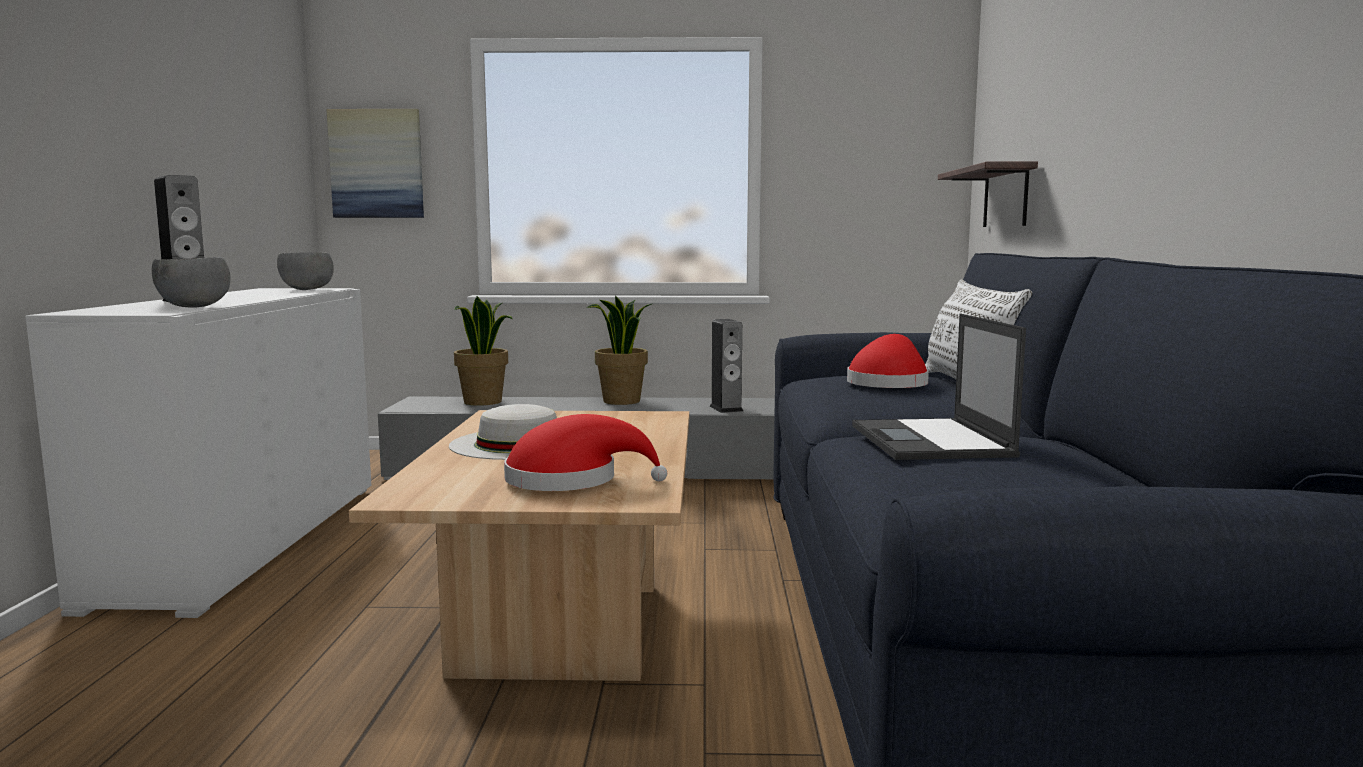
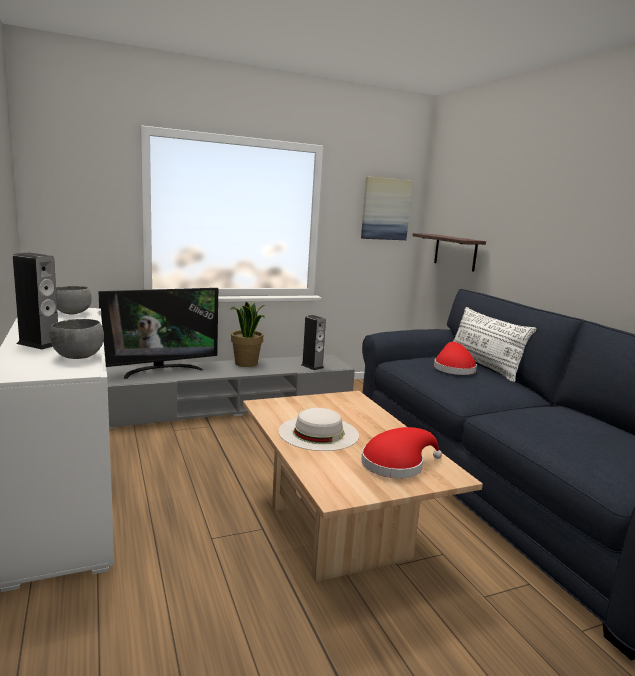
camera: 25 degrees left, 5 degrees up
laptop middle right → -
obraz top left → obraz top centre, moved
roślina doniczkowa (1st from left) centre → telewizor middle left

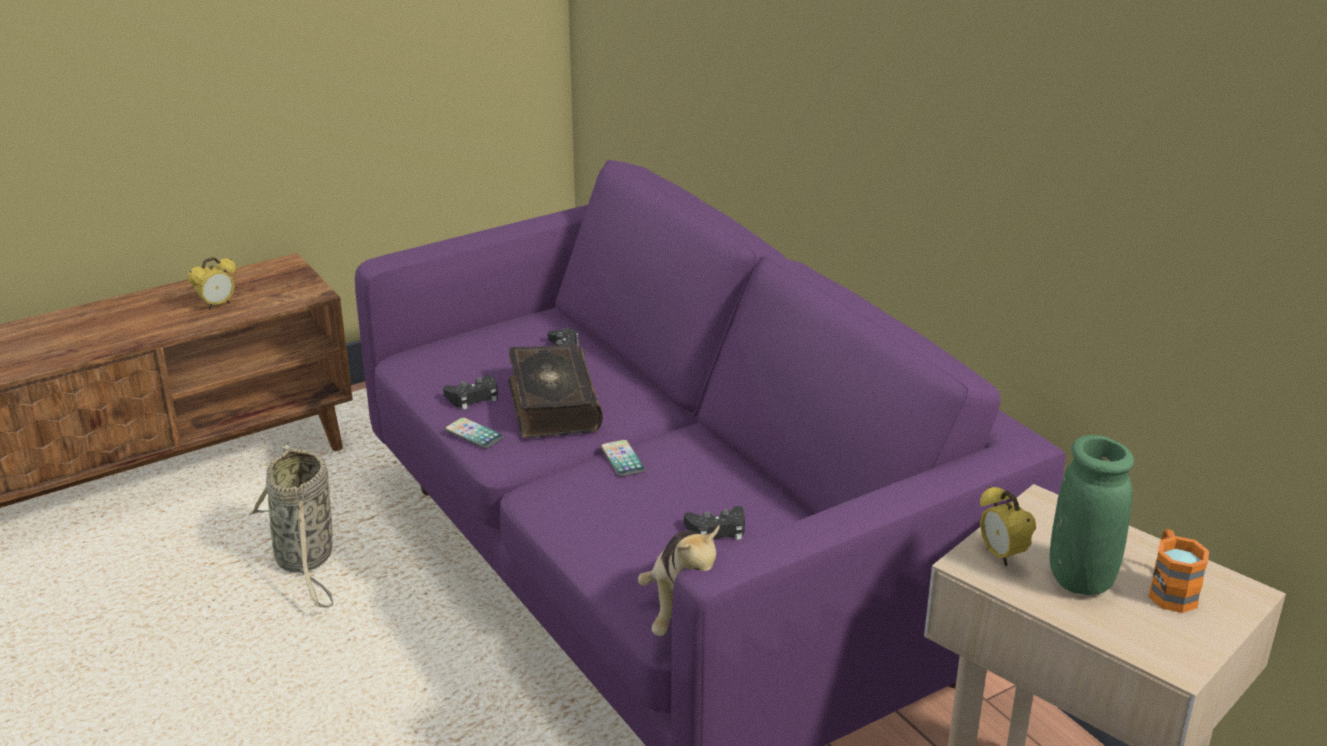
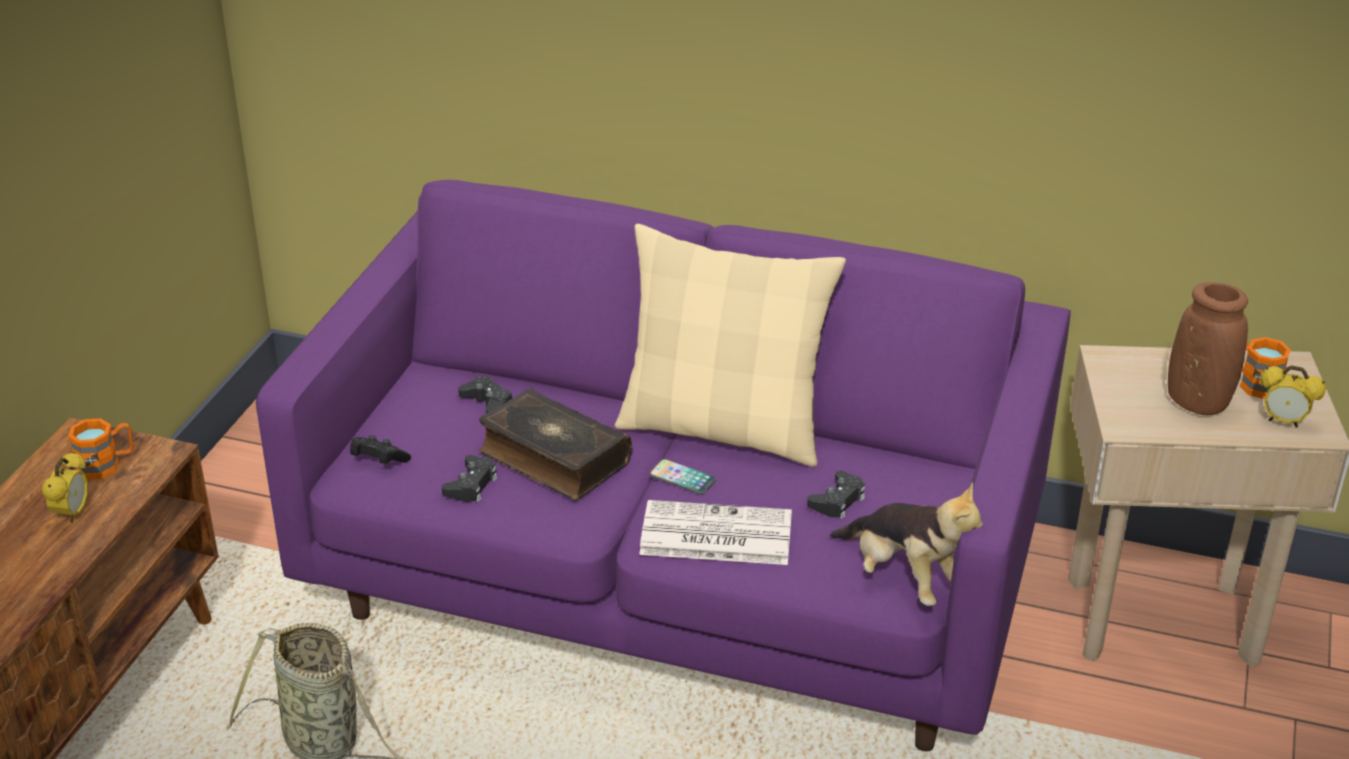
camera: 40 degrees left, 5 degrees up
telefon (1st from left) centre → -
- → kubek (pomarańczowy) (1st from left) middle left
- → pad do gier (czarny) (1st from left) middle left
- → poduszka (beżowy) centre
- → gazeta bottom centre
budzik (2nd from left) bottom right → budzik (2nd from left) middle right, moved
wazon (zielony) bottom right → wazon (brązowy) middle right

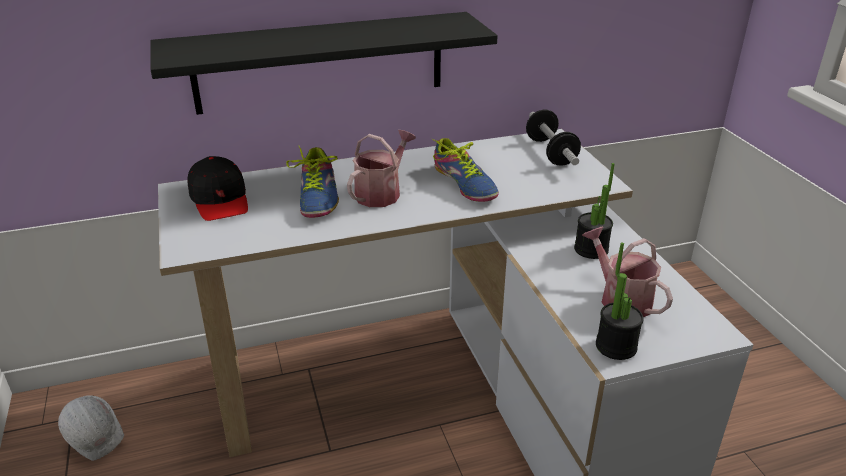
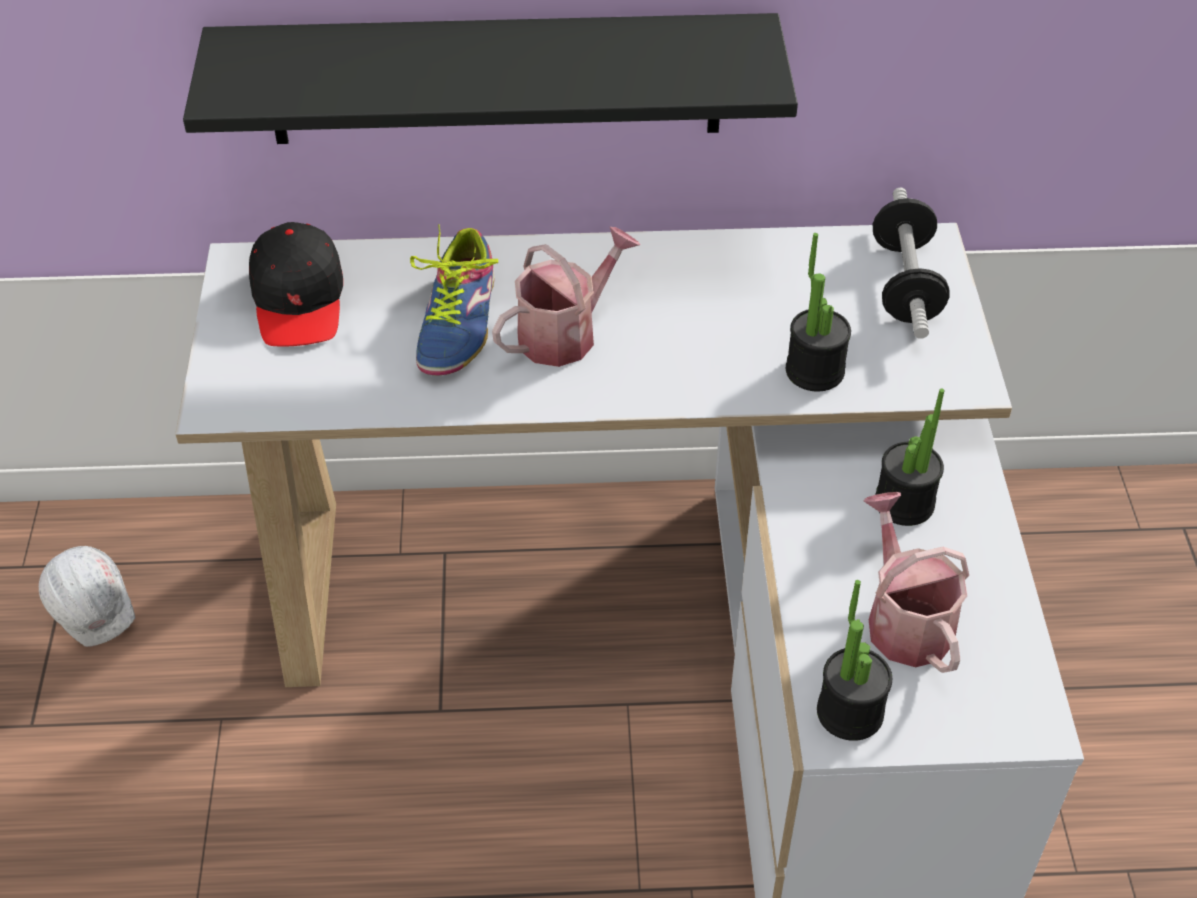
camera: 15 degrees right, 15 degrees up
but (2nd from left) centre → -
- → roślina doniczkowa (1st from left) middle right

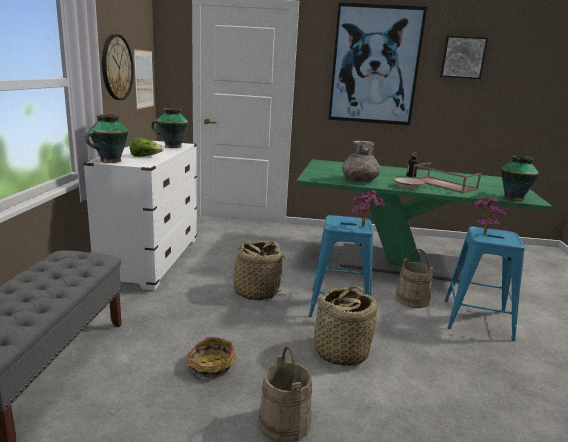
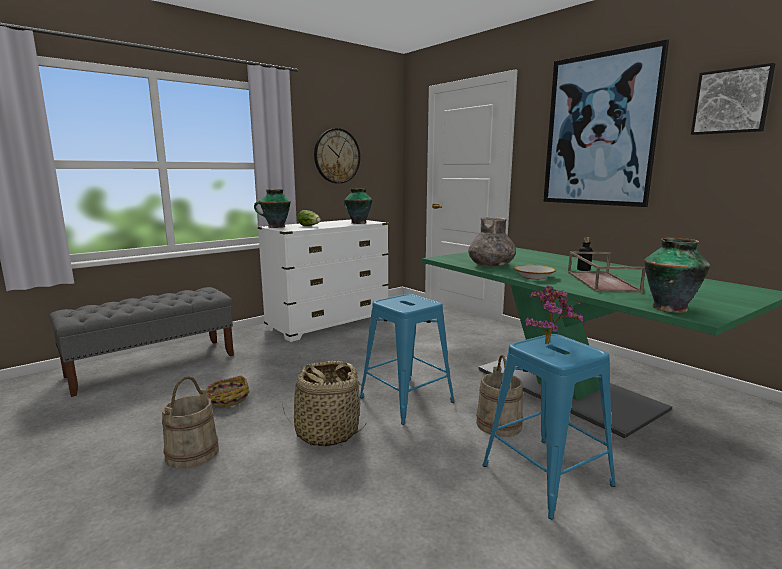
camera: 45 degrees right, 5 degrees down
obraz (1st from left) top left → -
koszyk (2nd from left) centre → -
roślina doniczkowa (1st from left) centre → -

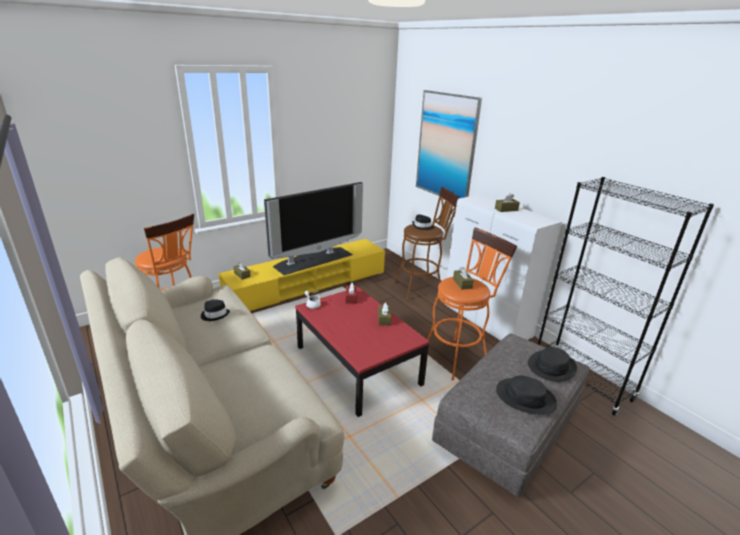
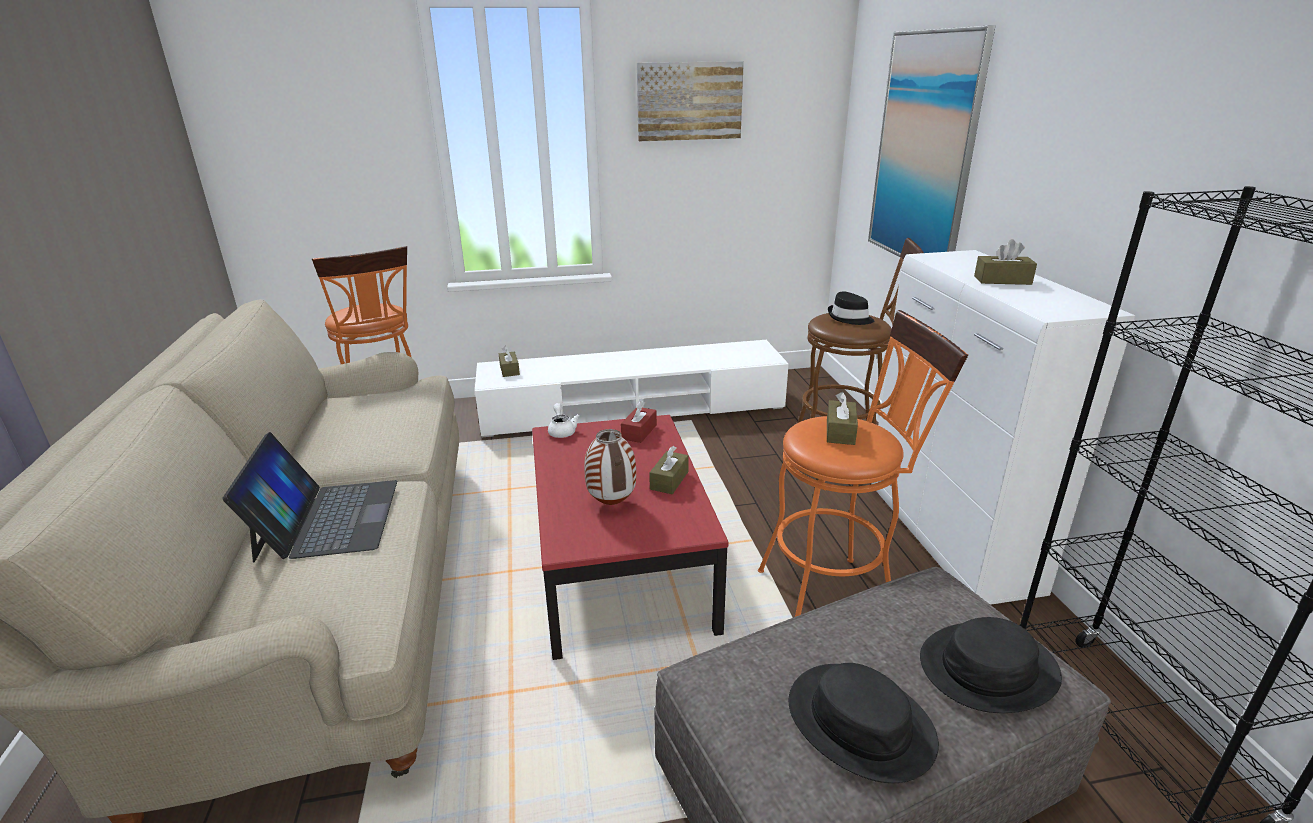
camera: 25 degrees right, 0 degrees up
kapelusz (czarny) (1st from left) middle left → -
telewizor centre → -
- → laptop middle left
- → wazon centre
- → obraz (1st from left) top centre
szafka pod telewizor (żółty) centre → szafka pod telewizor (biały) centre

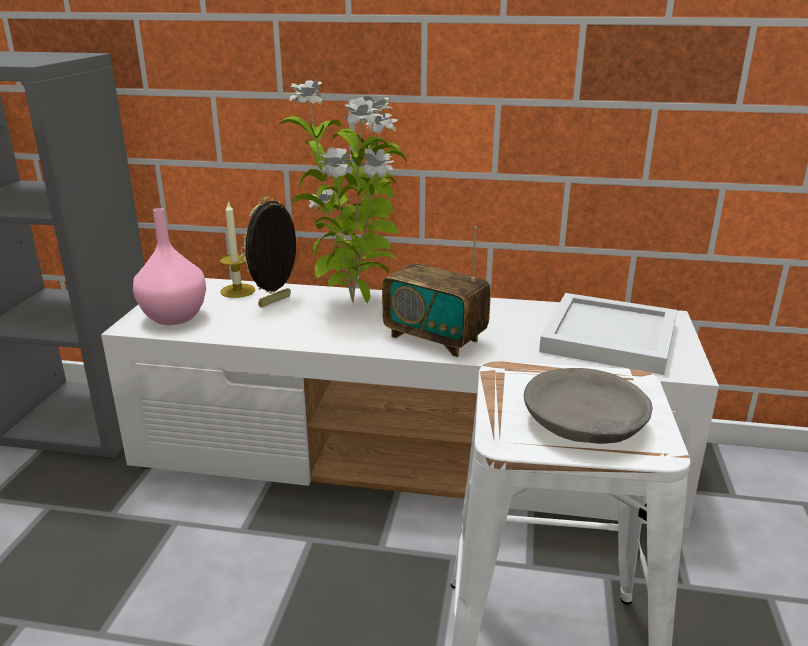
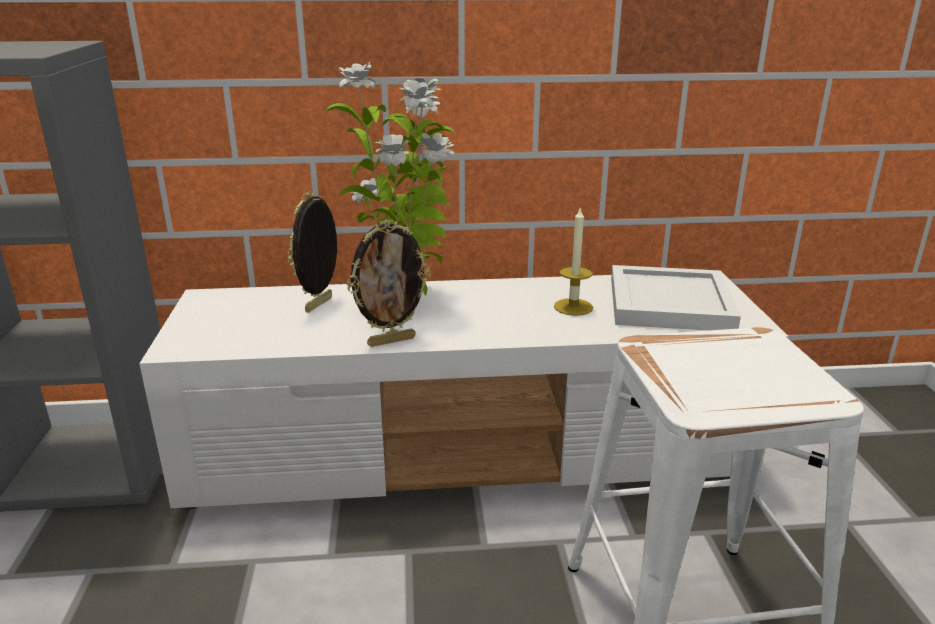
camera: 15 degrees left, 0 degrees up
wazon (różowy) middle left → -
radio centre → -
miska (szary) middle right → -
- → ramka na zdjęcie (2nd from left) centre
świeca middle left → świeca centre, moved

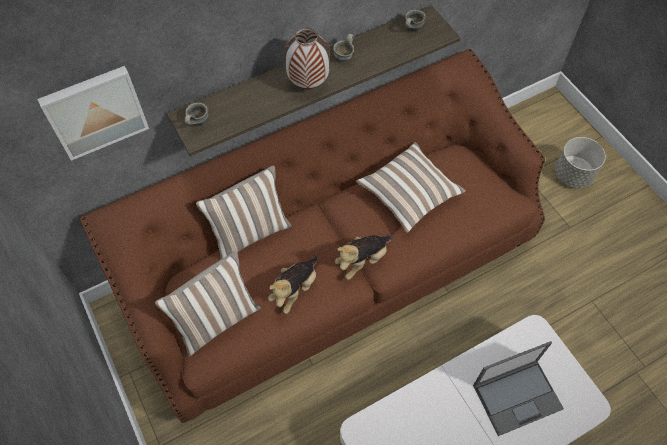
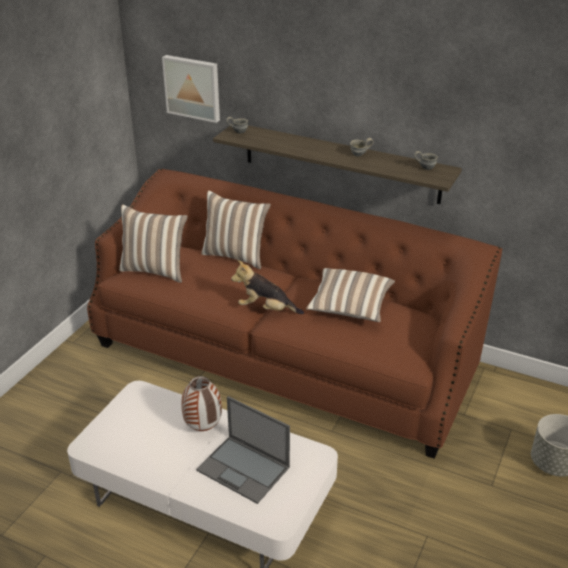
camera: 55 degrees right, 25 degrees down
pluszak (1st from left) centre → -
wazon top centre → wazon bottom centre, moved

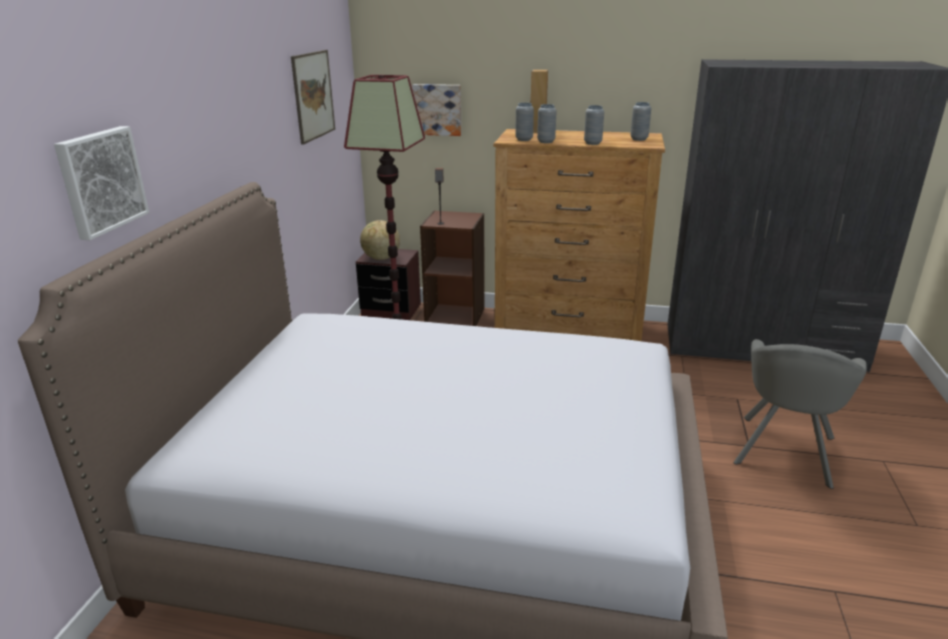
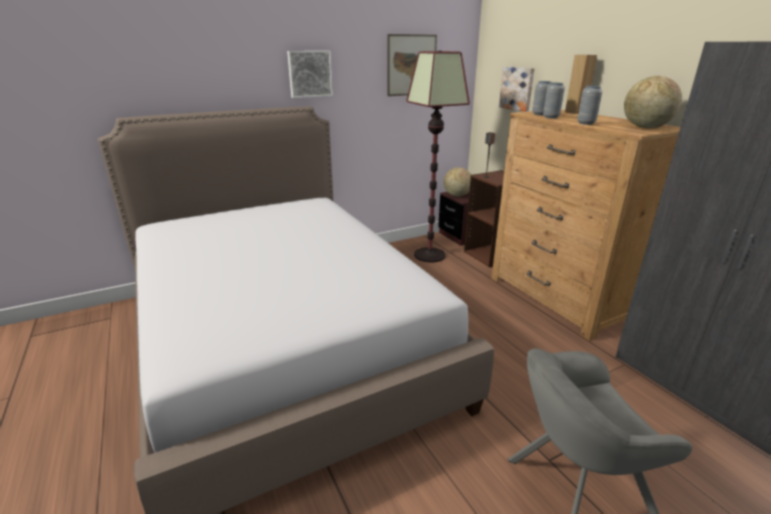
camera: 50 degrees right, 0 degrees up
obraz (1st from left) top left → obraz (1st from left) top centre, moved
wazon (szary) (4th from left) top right → globus (2nd from left) top right

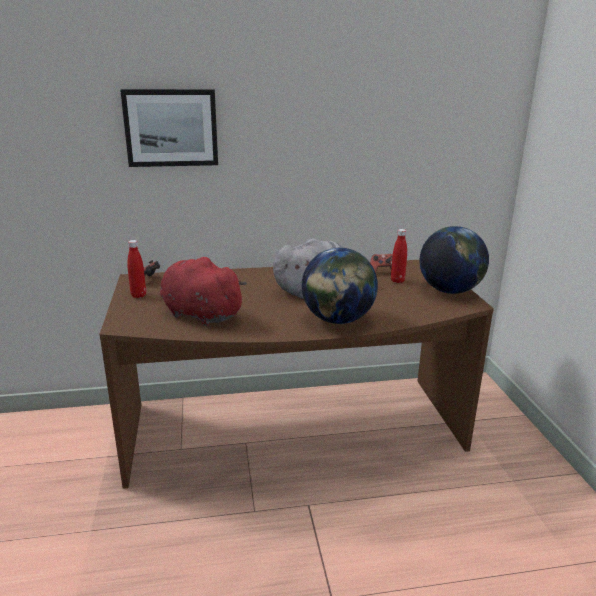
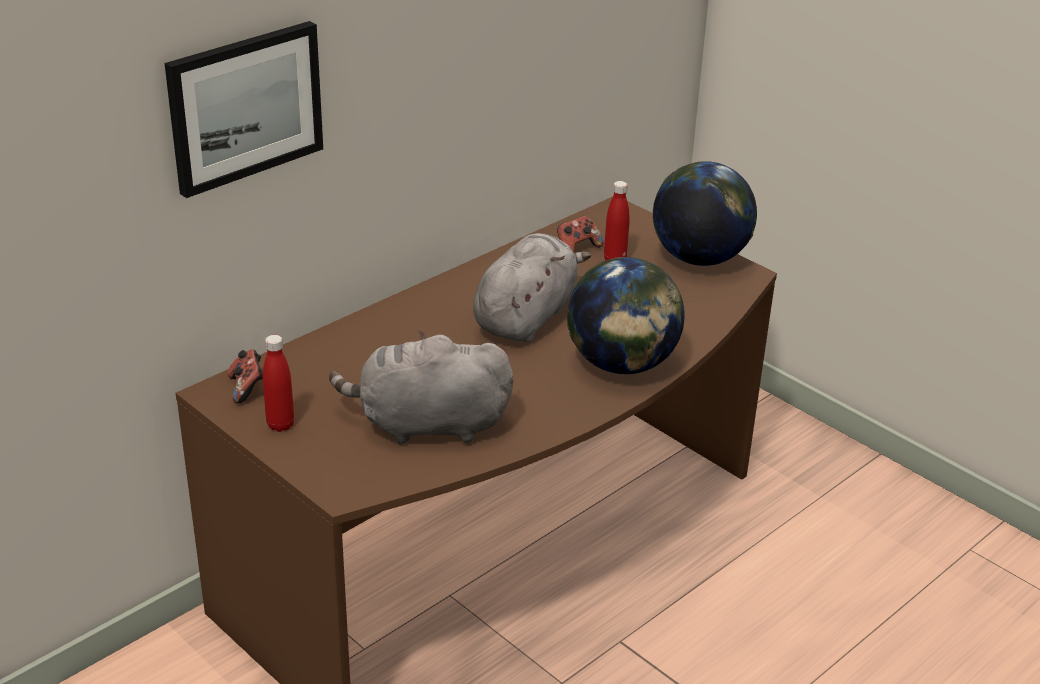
camera: 35 degrees left, 10 degrees up
pluszak (czerwony) centre → pluszak (szary) (1st from left) centre

